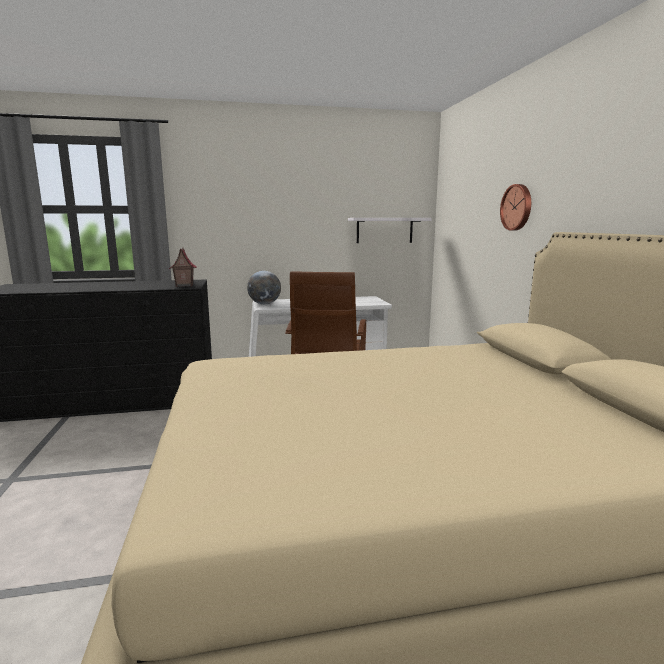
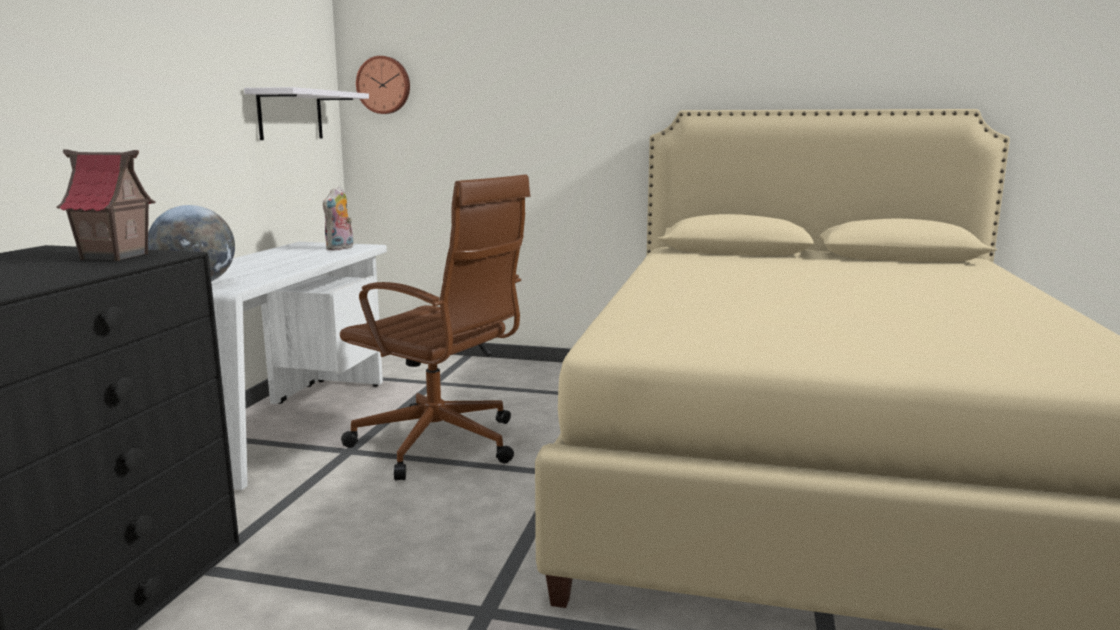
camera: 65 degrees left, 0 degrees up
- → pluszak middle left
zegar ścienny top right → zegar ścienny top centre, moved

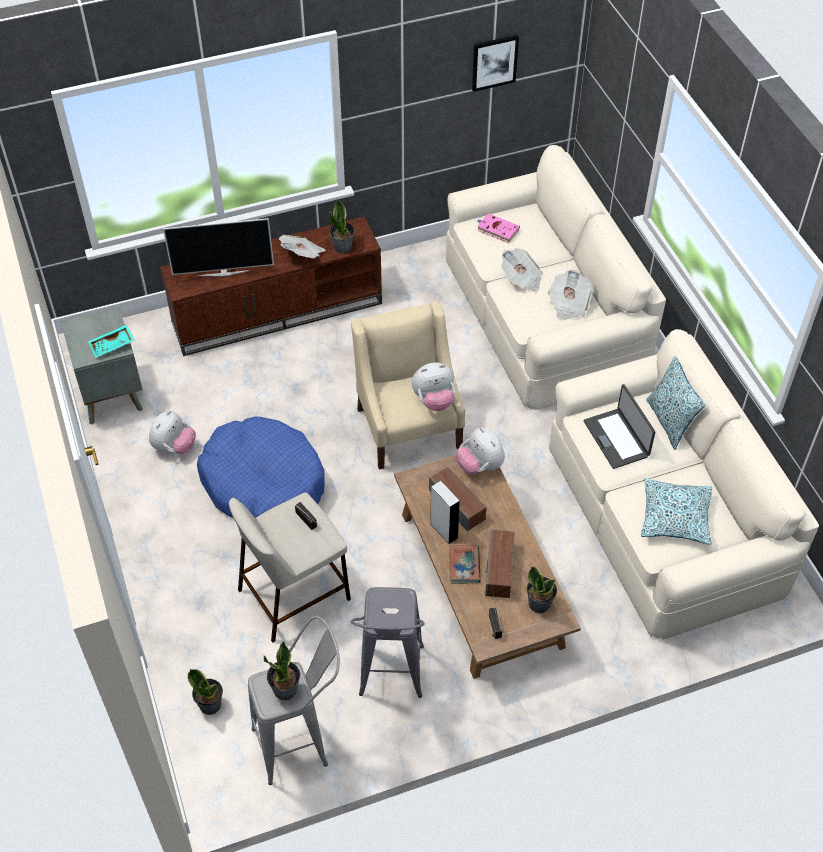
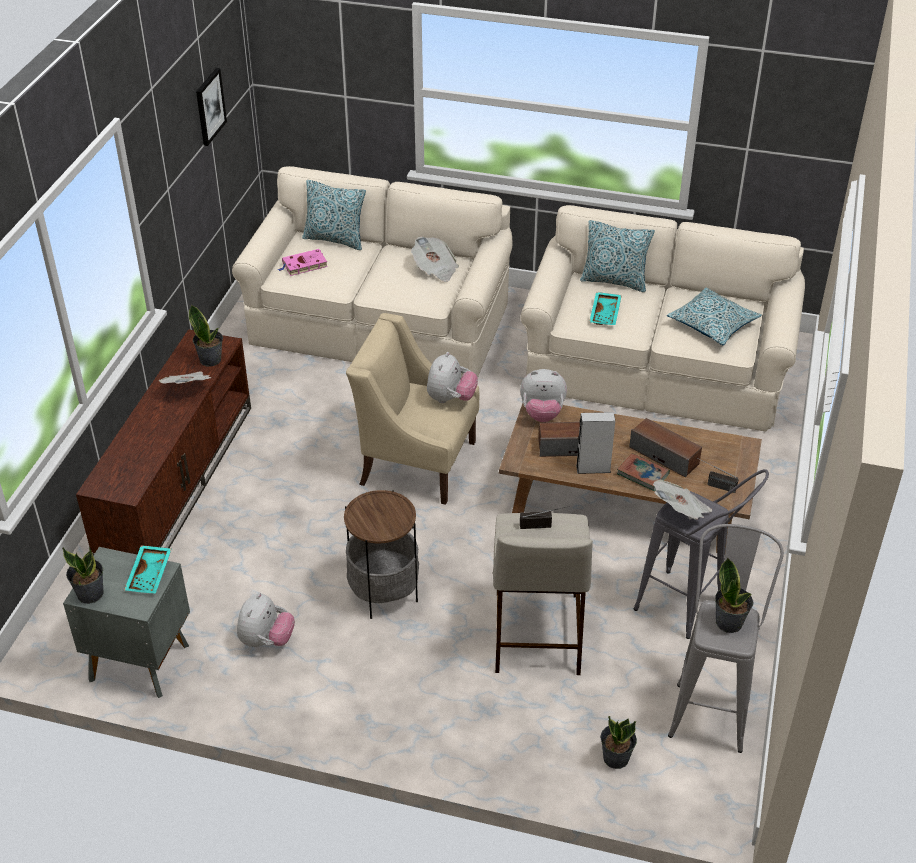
camera: 55 degrees left, 10 degrees down
telewizor top left → -
- → poduszka (1st from left) top centre
gazeta (2nd from left in the first image) top centre → gazeta (3rd from left) middle right, moved
roślina doniczkowa (4th from left in the first image) bottom centre → roślina doniczkowa (1st from left) middle left, moved
legowisko (niebieski) middle left → stolik centre
laptop middle right → taca (turkusowy) (2nd from left) centre
pluszak (1st from left) middle left → pluszak (1st from left) bottom left, 45 degrees clockwise

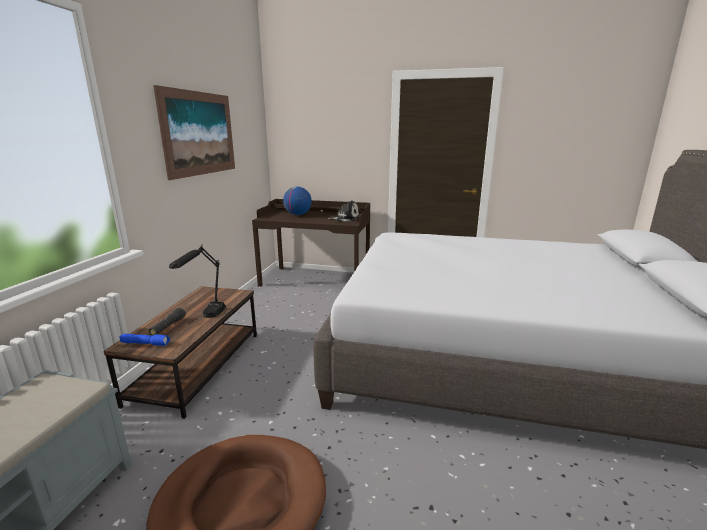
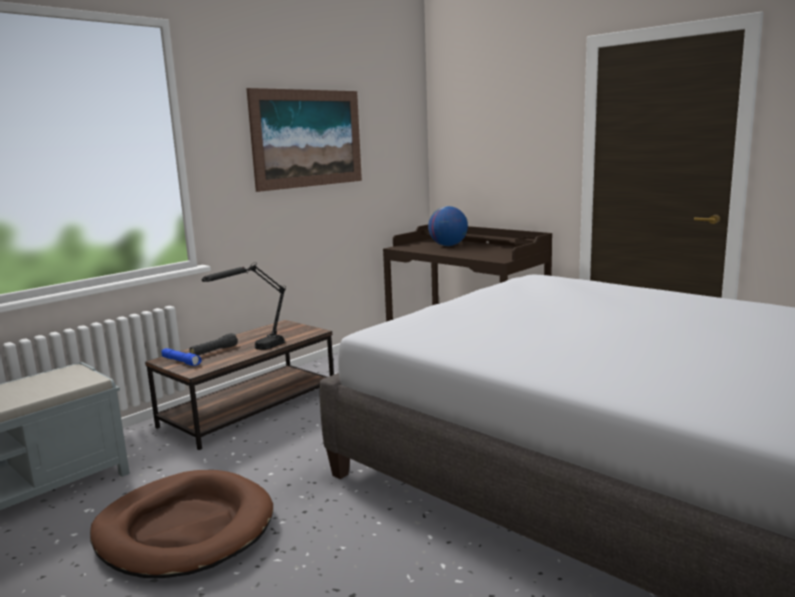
camera: 30 degrees right, 5 degrees down
pluszak centre → -

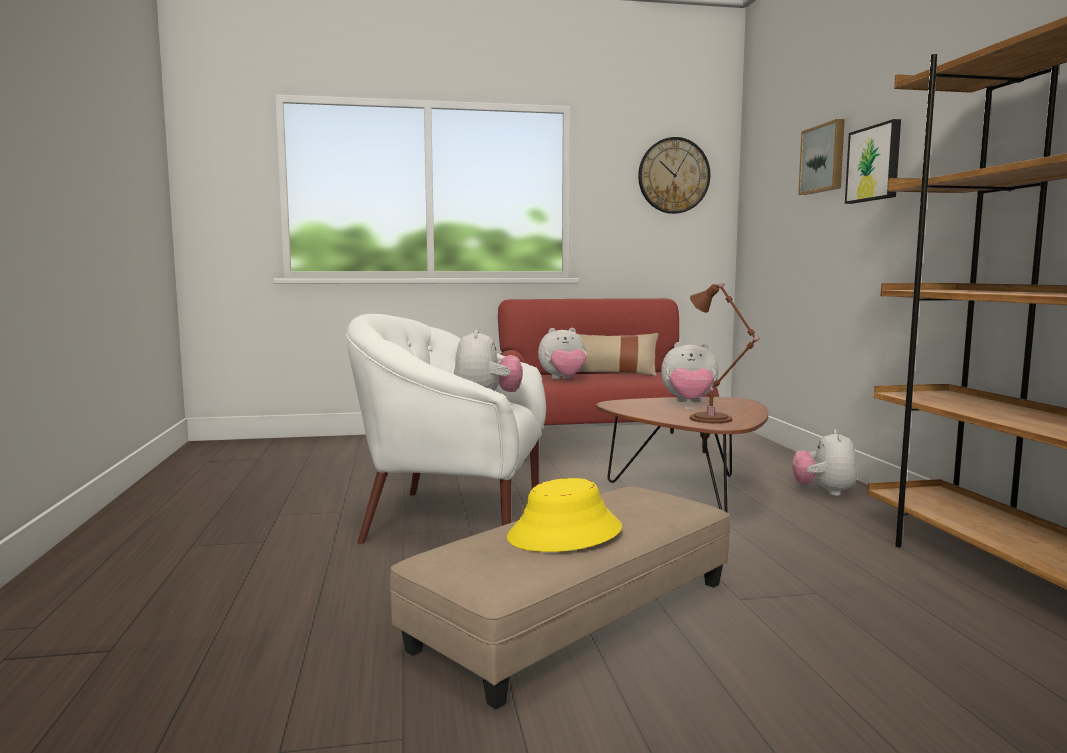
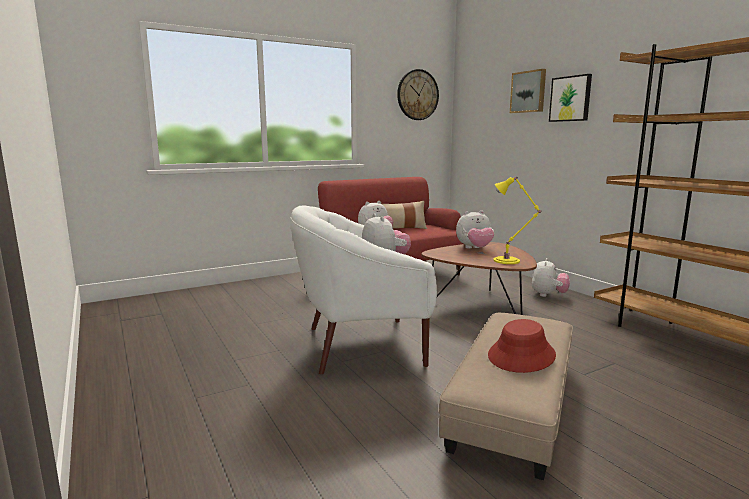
camera: 20 degrees left, 5 degrees up
kapelusz (żółty) bottom centre → kapelusz (czerwony) bottom right
lampa stołowa (brązowy) middle right → lampa stołowa (żółty) middle right
pluszak (4th from left) middle right, 150 degrees counterclockwise

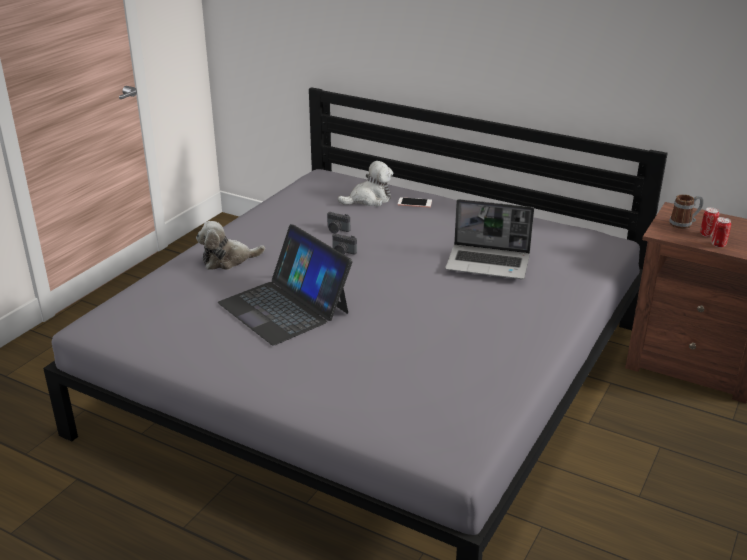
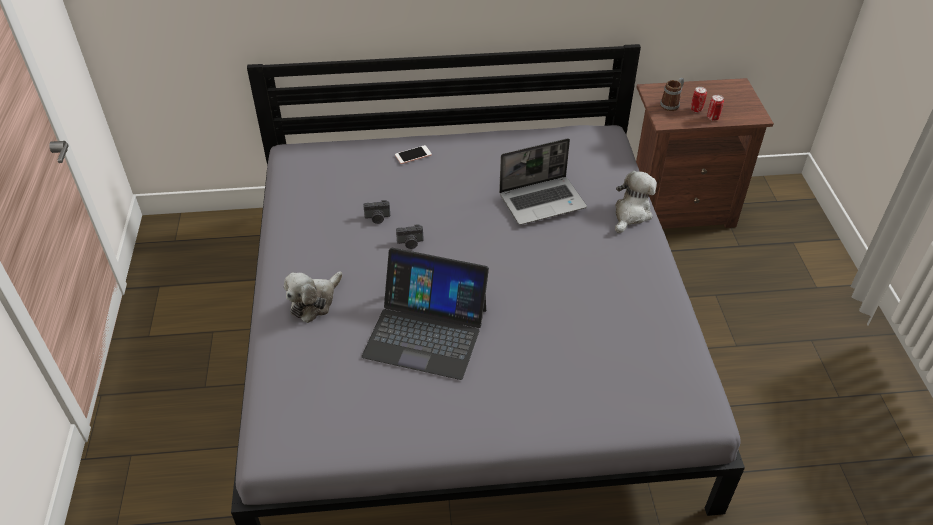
camera: 35 degrees left, 15 degrees up
pluszak (2nd from left) top centre → pluszak (2nd from left) middle right, moved

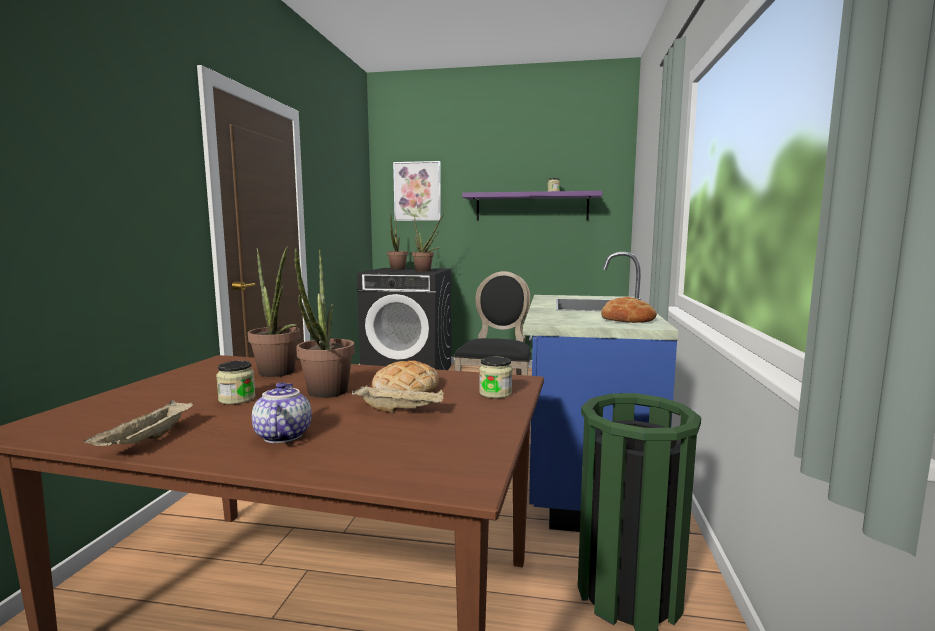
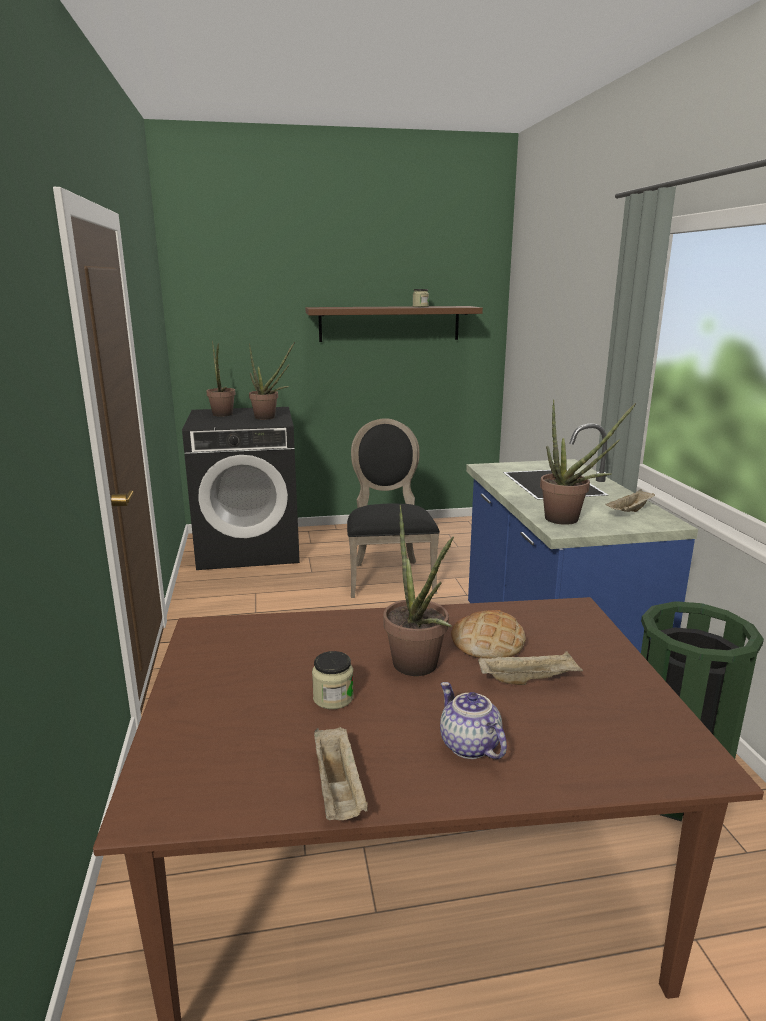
camera: 20 degrees left, 10 degrees up
obraz top centre → -
słoik (2nd from left) centre → -
roślina doniczkowa (1st from left in the first image) middle left → roślina doniczkowa (4th from left) middle right, moved
chleb (2nd from left) middle right → taca (beżowy) (3rd from left) middle right
półka (fioletowy) top centre → półka (brązowy) top centre

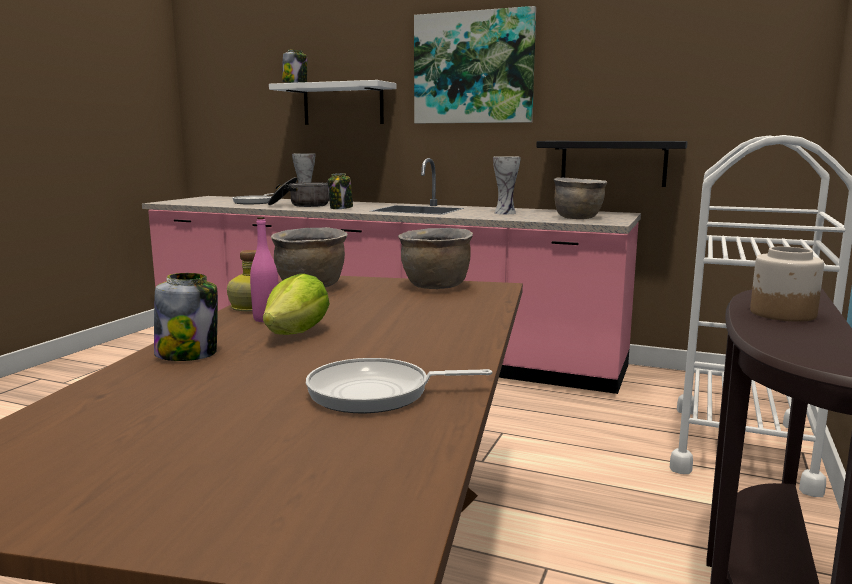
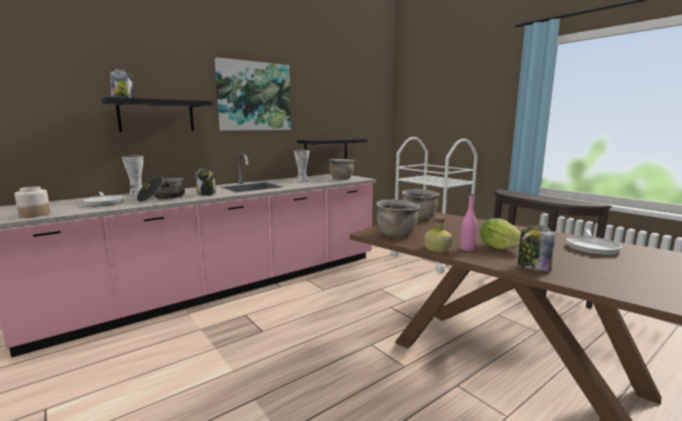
camera: 60 degrees left, 0 degrees up
słoik (4th from left in the first image) middle right → słoik (1st from left) middle left, moved
półka (biały) top centre → półka (czarny) (1st from left) top left

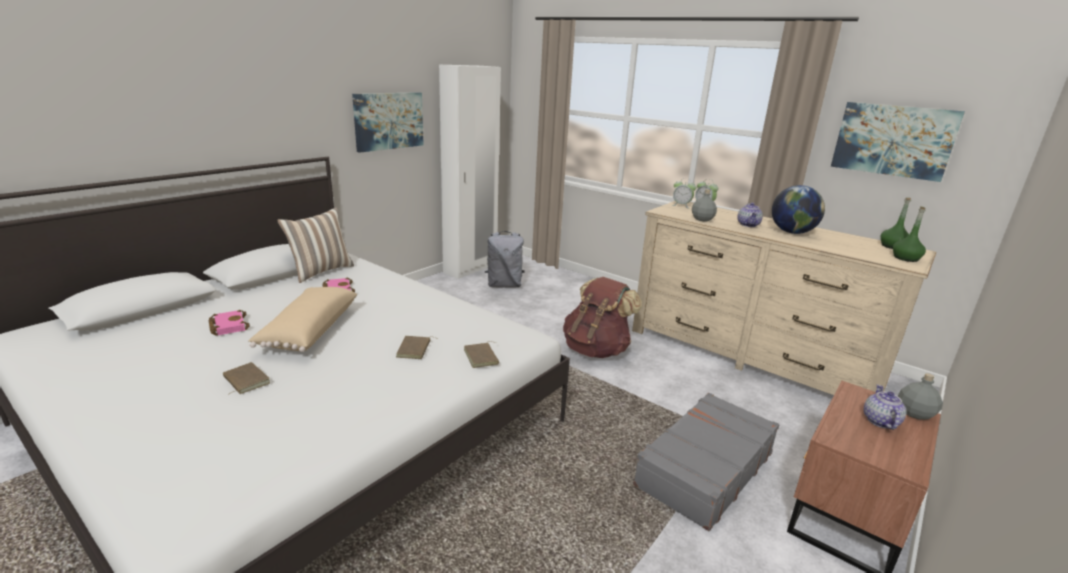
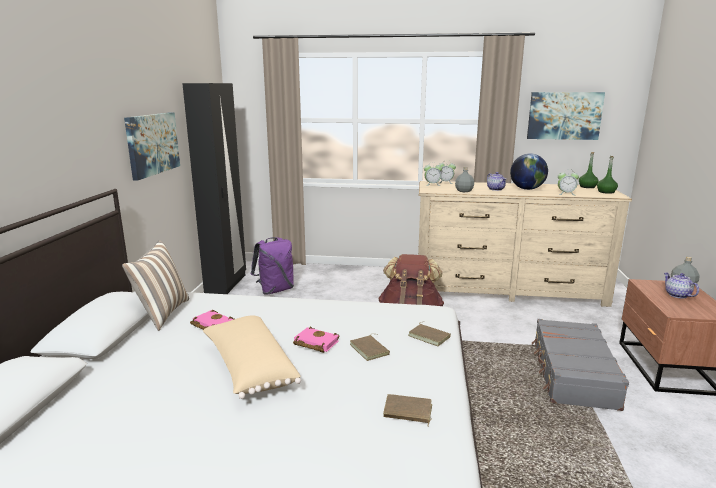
camera: 30 degrees left, 5 degrees down
- → budzik (3rd from left) middle right
książka (różowy) (1st from left in the first image) middle left → książka (różowy) (2nd from left) bottom centre, moved
książka (brązowy) (1st from left in the first image) middle left → książka (brązowy) (2nd from left) bottom centre, moved
szafa (biały) top centre → szafa (czarny) middle left
plecak (szary) centre → plecak (fioletowy) centre

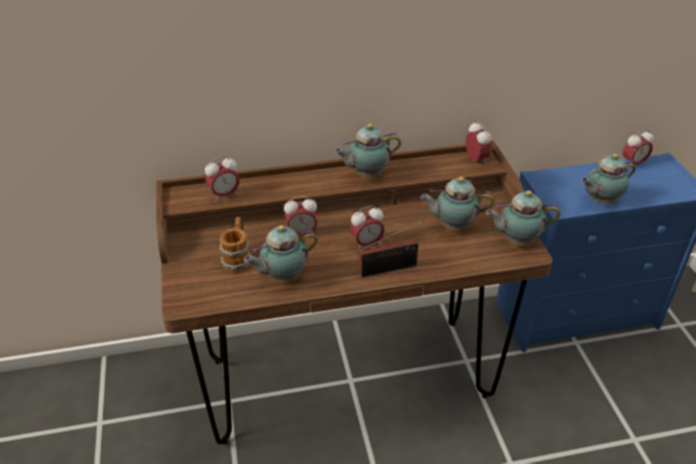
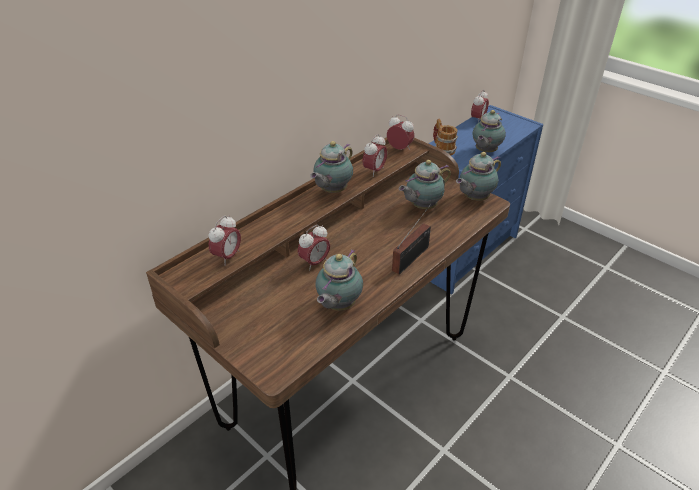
camera: 35 degrees left, 0 degrees up
kubek centre → kubek top centre, moved
budzik (3rd from left) centre → budzik (3rd from left) top centre, moved

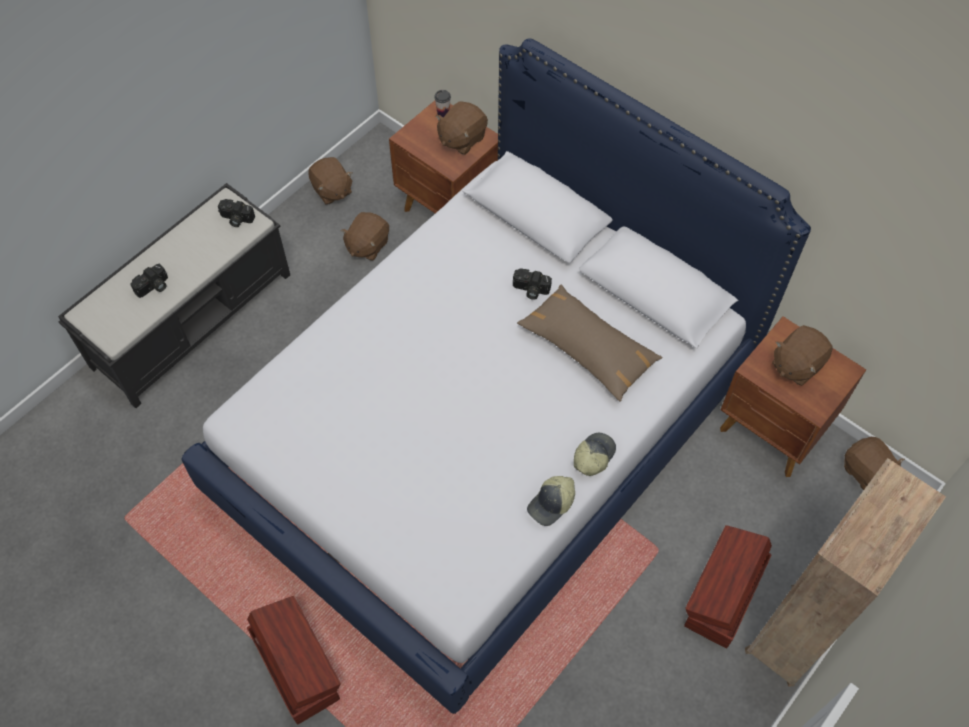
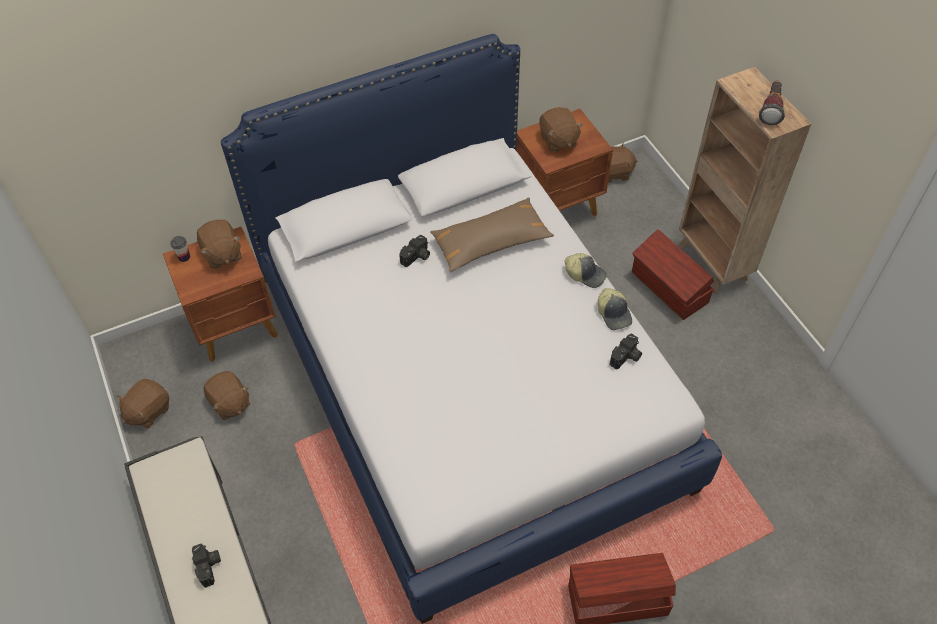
camera: 65 degrees left, 5 degrees down
- → latarka top right
aparat fotograficzny (2nd from left in the first image) top left → aparat fotograficzny (3rd from left) middle right, moved
pluszak (brązowy) (1st from left) top centre → pluszak (brązowy) (1st from left) middle left, 135 degrees clockwise
czapka z daszkiem (2nd from left in the first image) centre → czapka z daszkiem (1st from left) centre, 150 degrees clockwise

